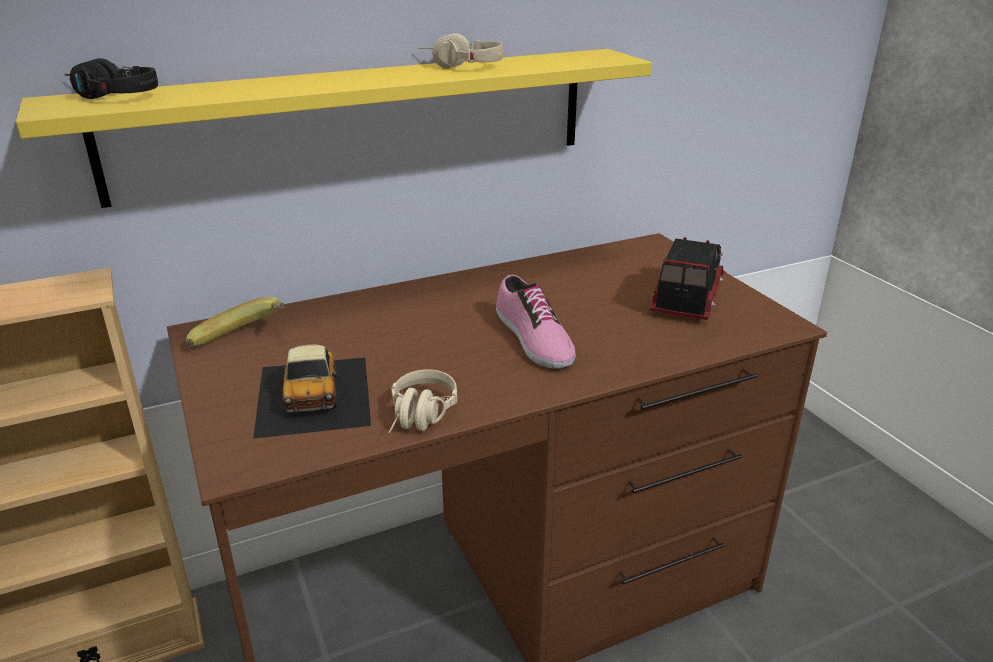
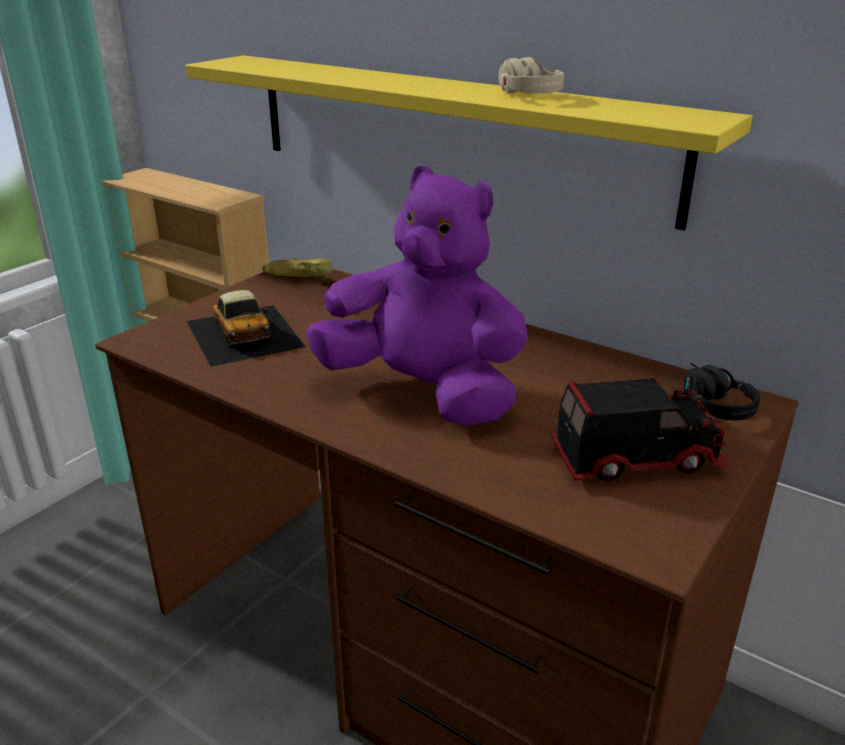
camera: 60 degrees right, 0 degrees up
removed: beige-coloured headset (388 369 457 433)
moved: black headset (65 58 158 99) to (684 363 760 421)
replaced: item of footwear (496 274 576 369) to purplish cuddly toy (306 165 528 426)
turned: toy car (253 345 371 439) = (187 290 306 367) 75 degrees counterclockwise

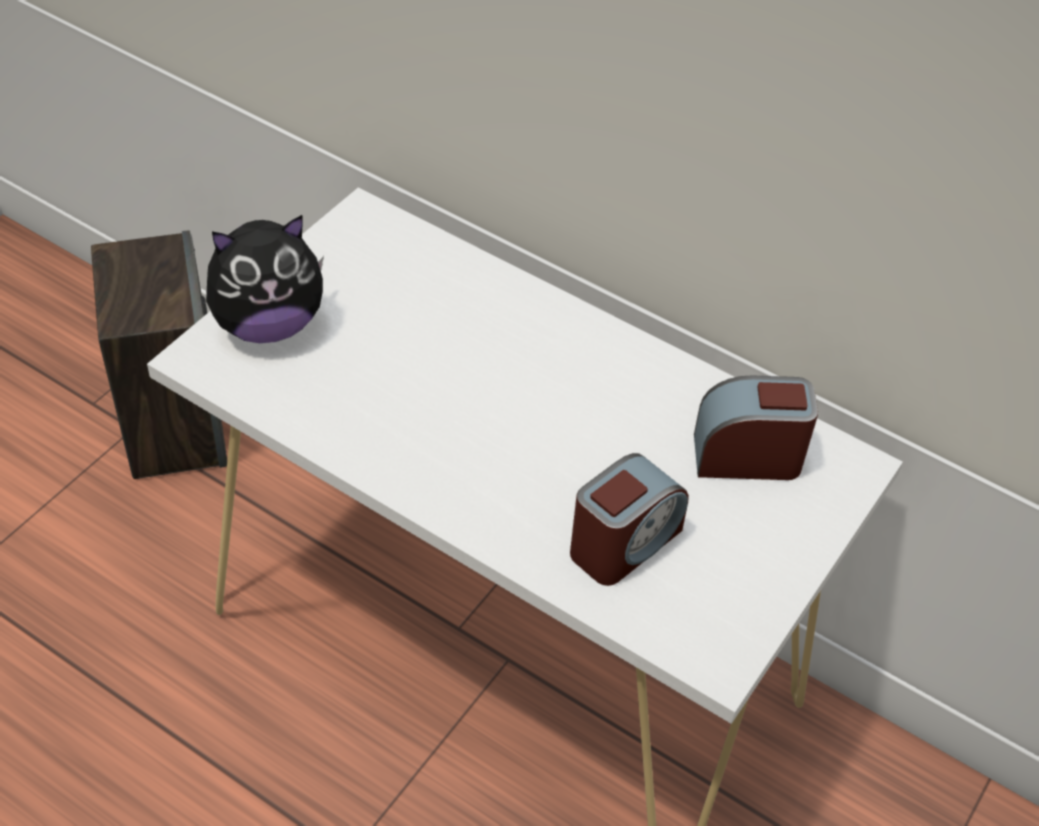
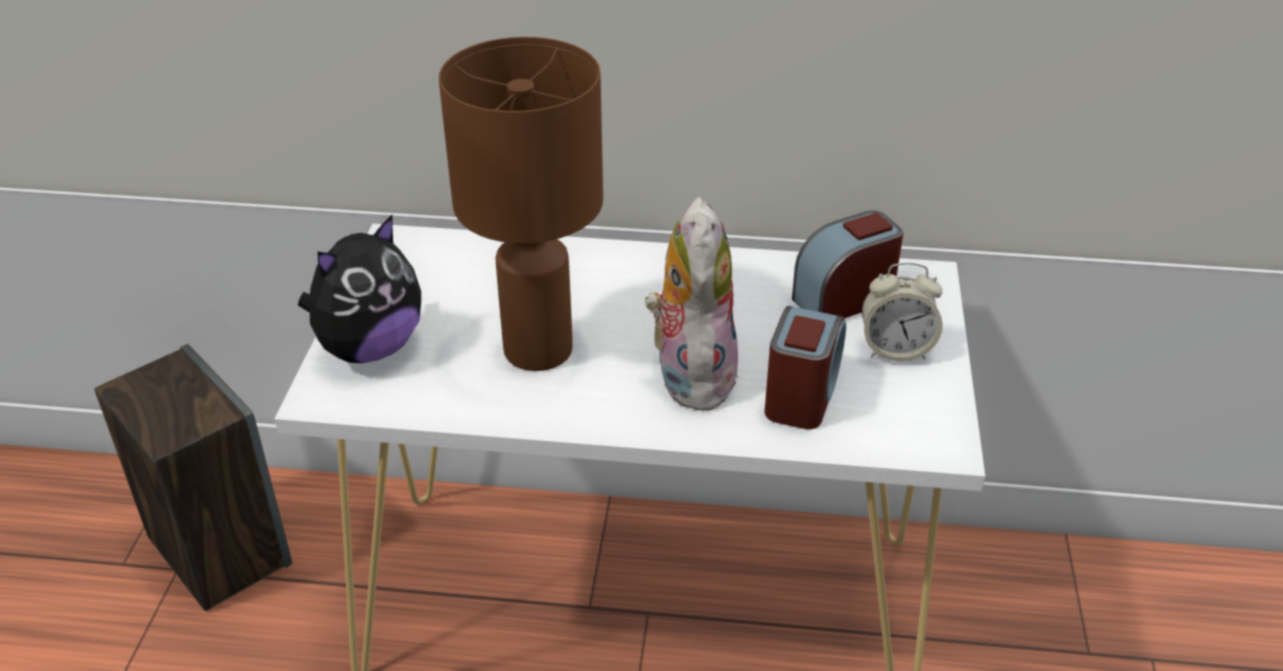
camera: 25 degrees left, 10 degrees down
added: brown tabletop lamp (439 37 603 371); cuddly toy (645 197 738 412); alarm clock (862 262 943 362)

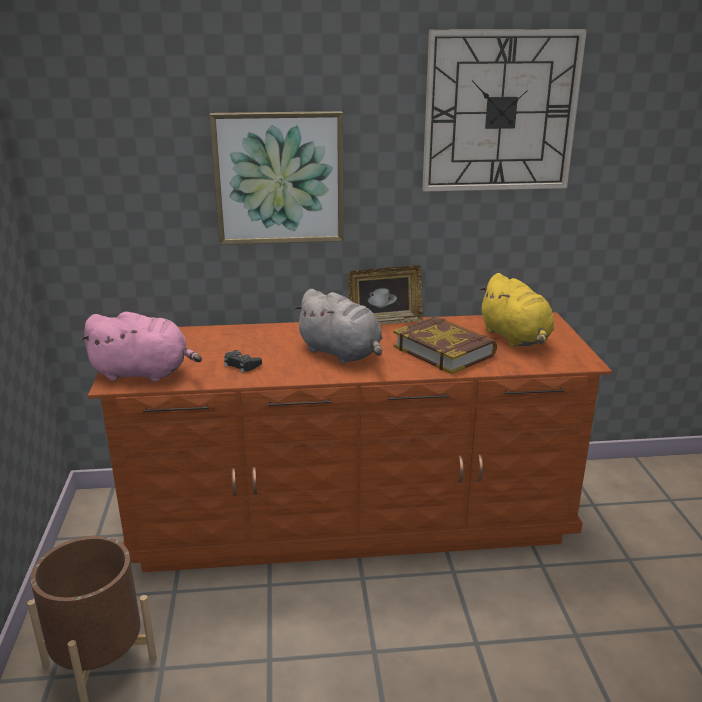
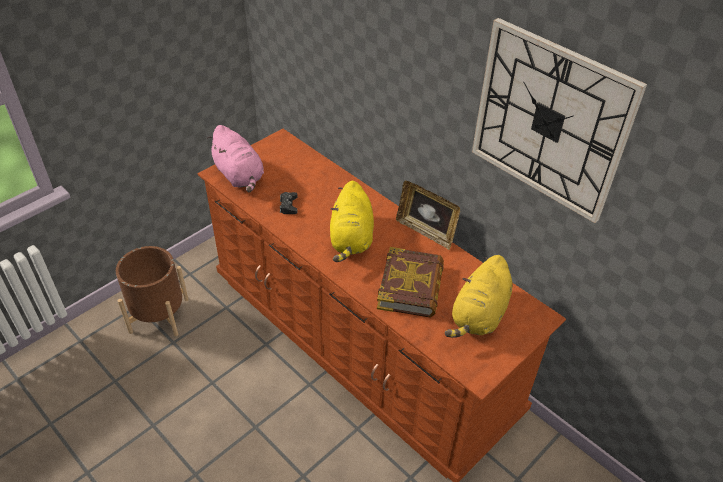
camera: 50 degrees right, 20 degrees up
removed: picture (209 111 344 245)
recoloured: greyish cuddly toy (293 289 382 363) to yellowish cuddly toy (330 181 374 262)

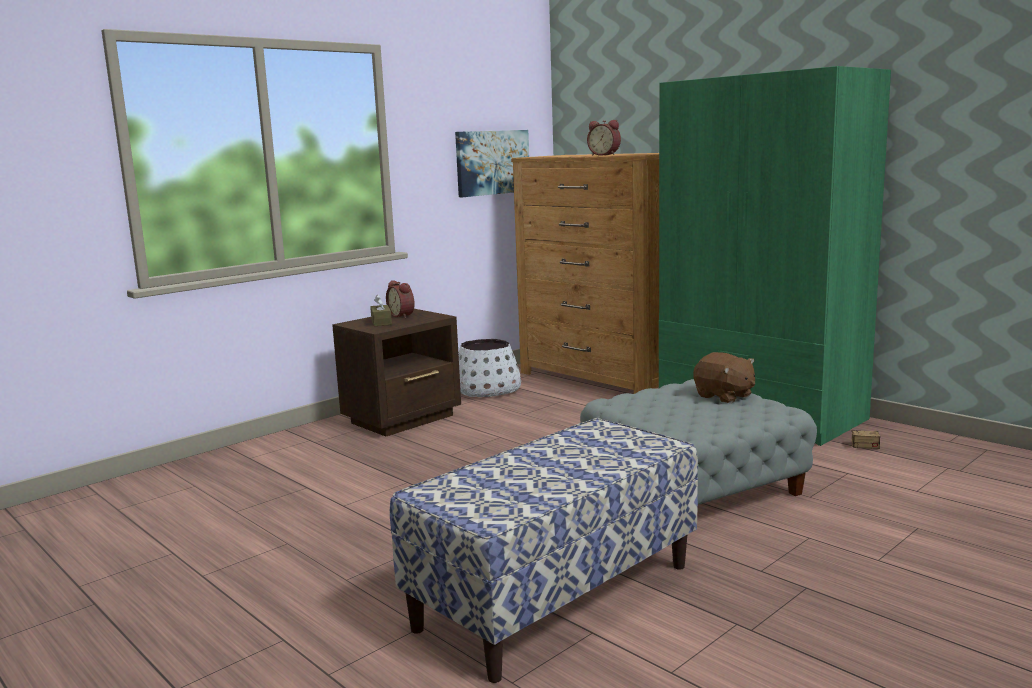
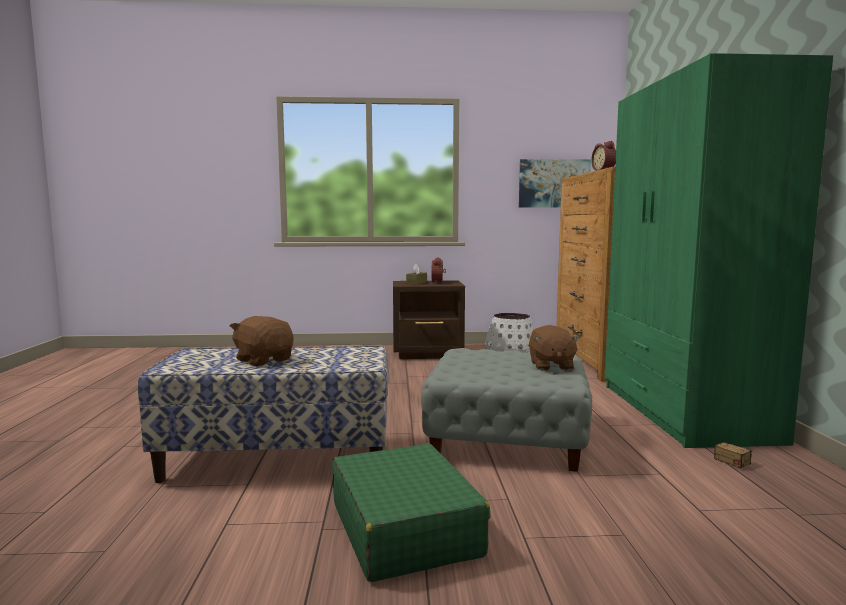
camera: 40 degrees right, 5 degrees down
added: brown cuddly toy (230 316 293 366); green-coloured piece of luggage (332 444 491 582)

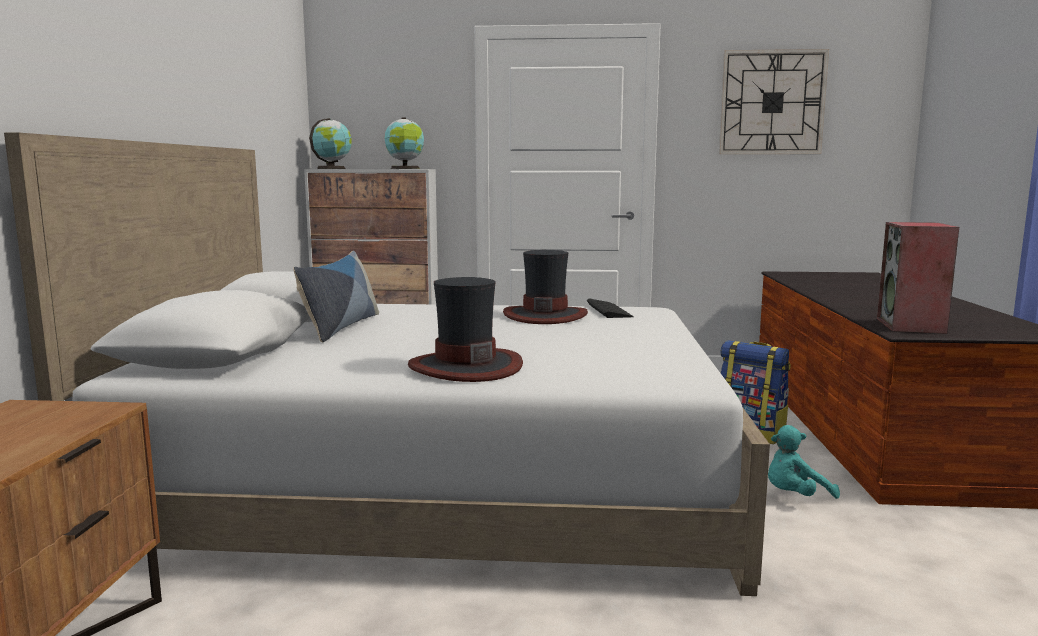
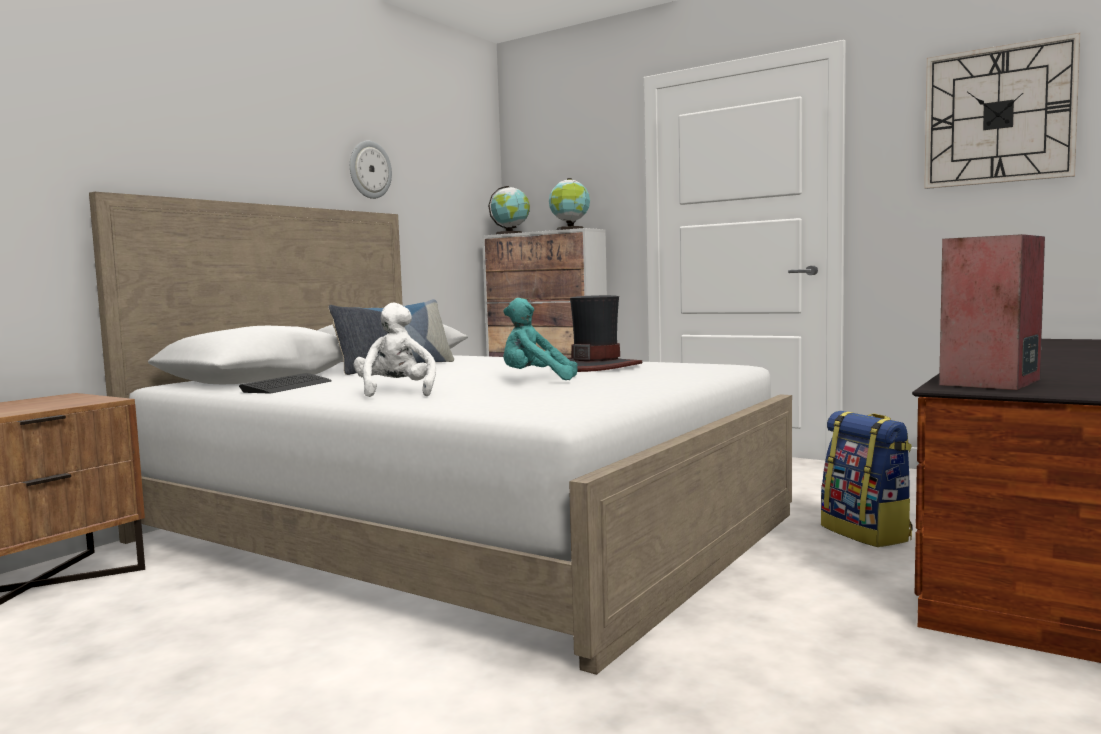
camera: 30 degrees right, 5 degrees down
added: hanging clock (350 141 392 199)
moved: computer keyboard (587 299 634 318) to (239 373 332 393); turquoise cuddly toy (768 425 840 499) to (503 298 578 380)
replaced: wearable hat (408 277 523 382) to whitish cuddly toy (354 302 436 397)

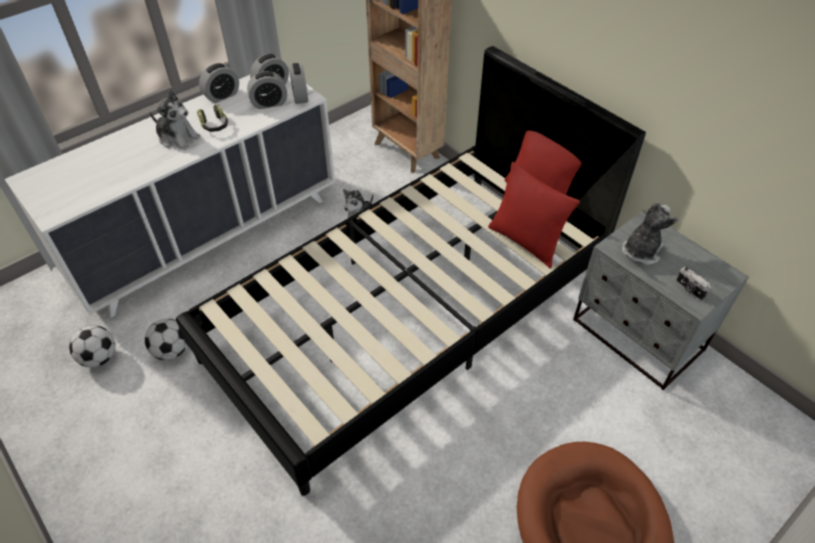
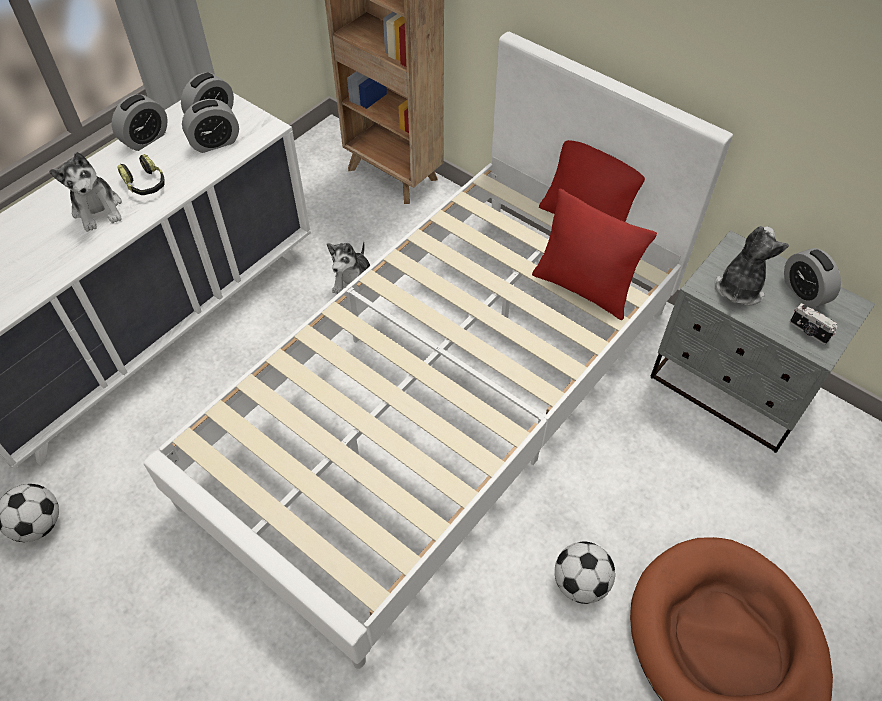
camera: 10 degrees left, 5 degrees up
moved: football ball (144 319 187 360) to (555 541 615 604); alarm clock (289 63 308 104) to (784 248 841 308)
recoloured: black bed (176 46 646 496) to whitish bed (144 32 733 669)
turned: cuddly toy (150 90 201 150) = (49 152 122 232) 45 degrees clockwise

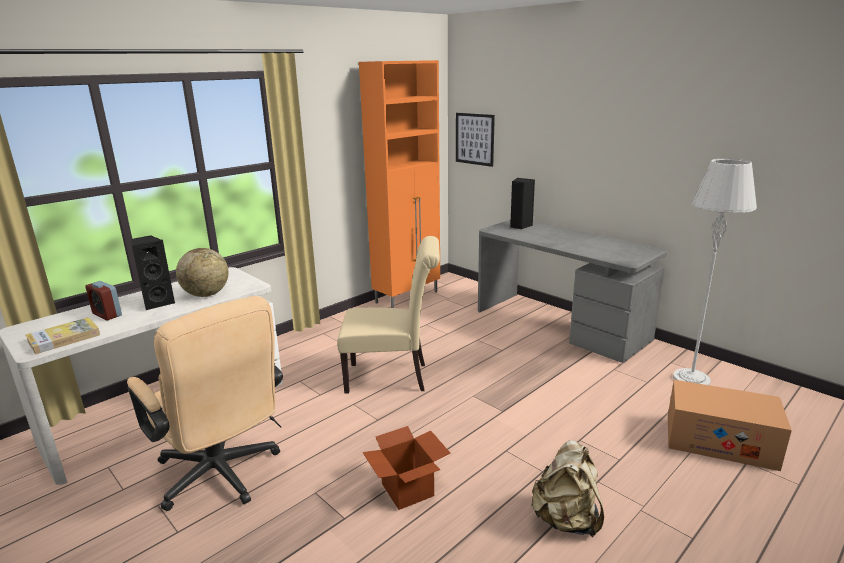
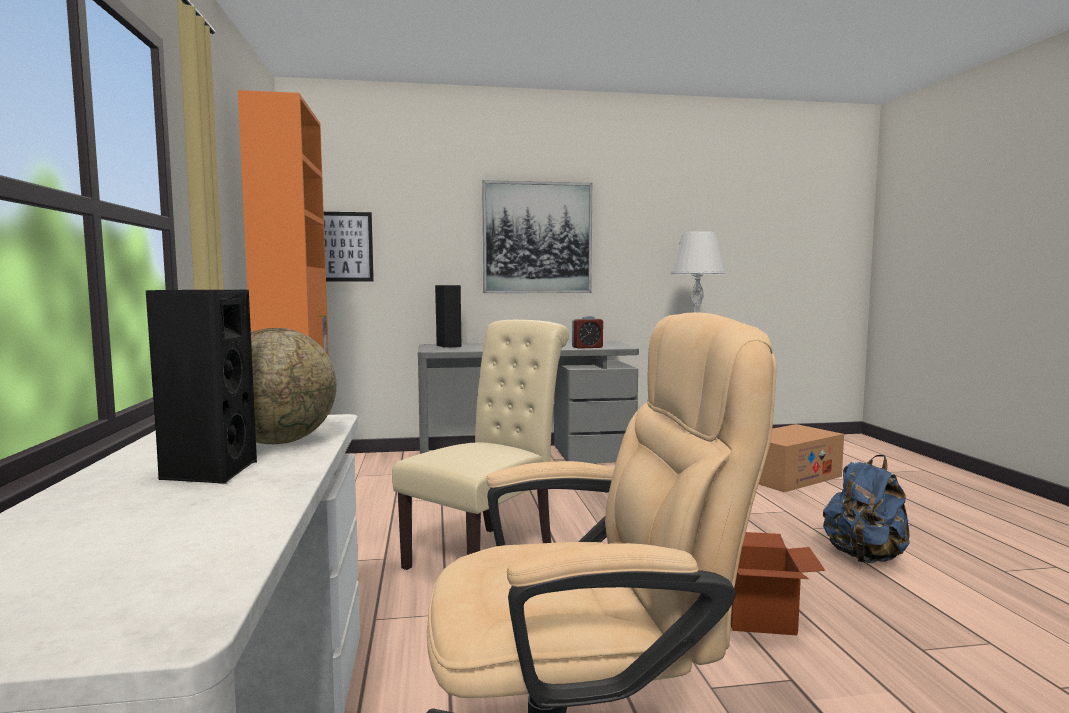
camera: 55 degrees left, 15 degrees down
removed: bound book (26 317 100 354)
added: picture (482 180 592 293)
moved: alarm clock (85 281 122 320) to (572 316 603 349)
recoloured: beige-coloured rucksack (530 440 604 537) to blue-coloured rucksack (823 455 910 563)

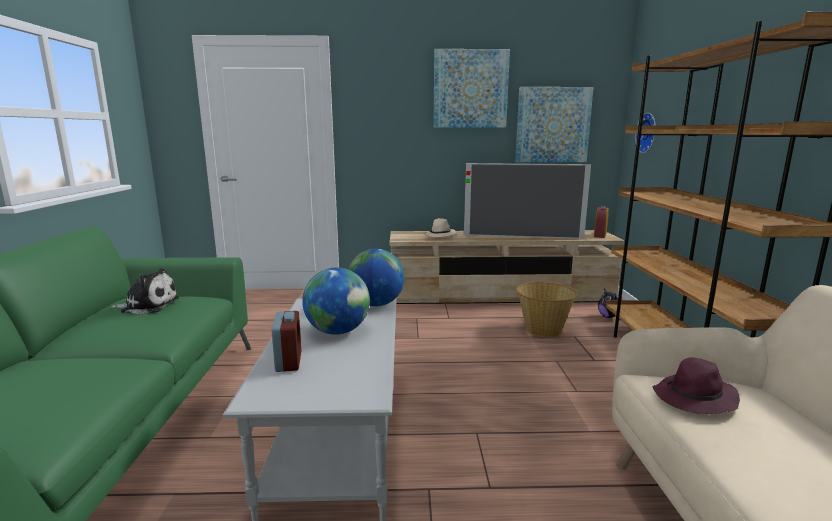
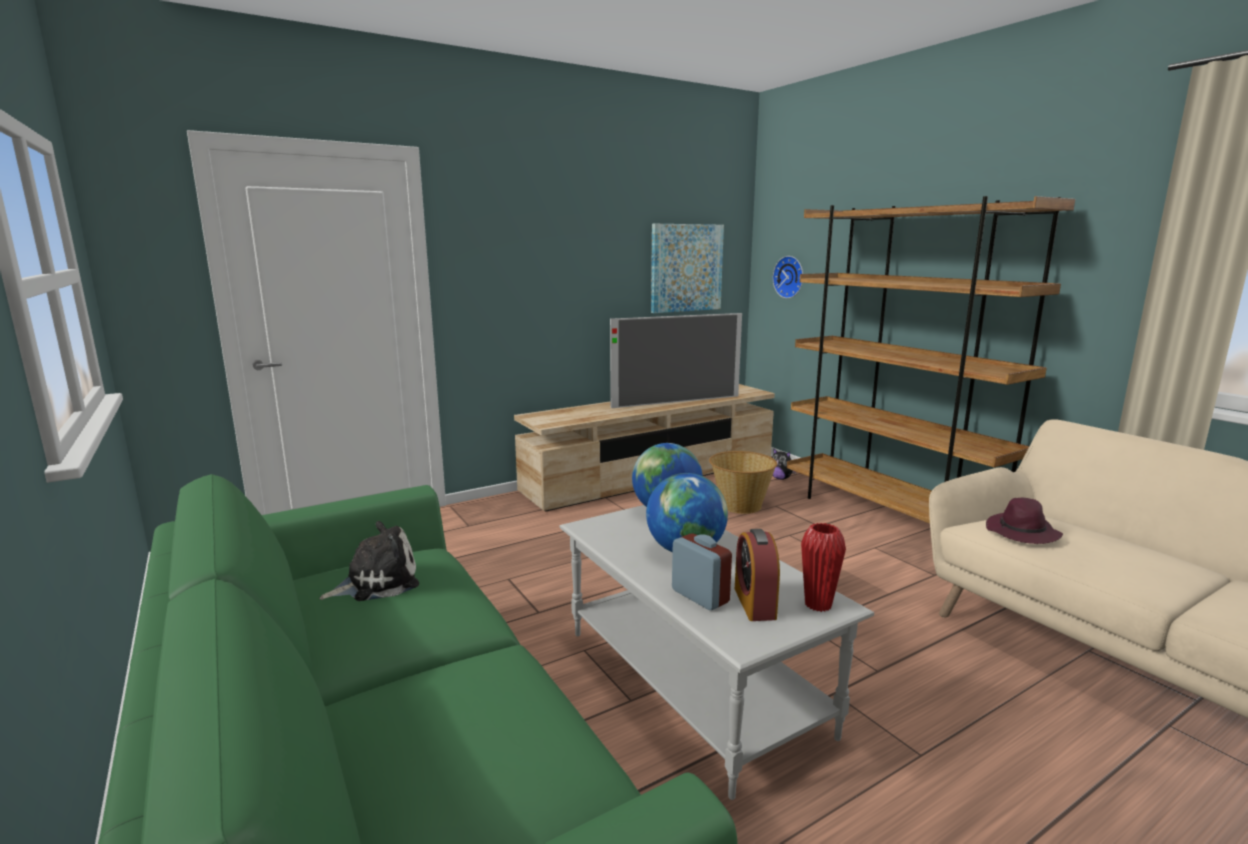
camera: 30 degrees left, 0 degrees up
removed: beige-coloured wearable hat (424 218 456 237); picture (434 49 510 128)
added: red vase (801 523 846 612)
moved: alarm clock (594 206 609 238) to (735 529 780 621)

